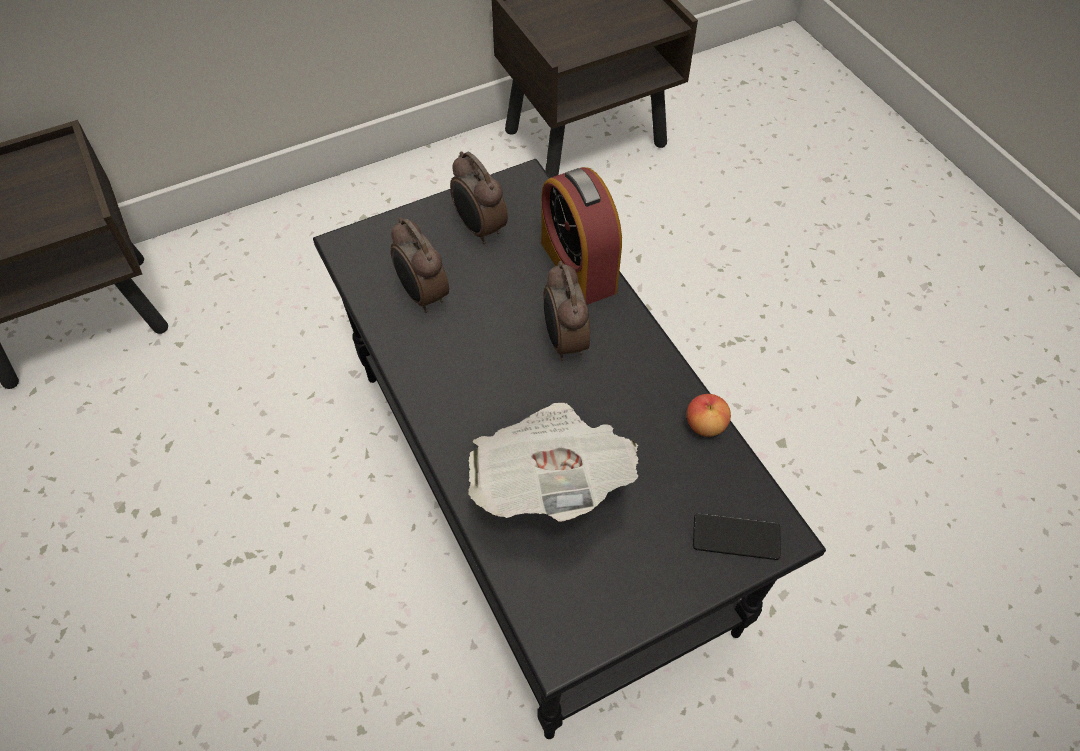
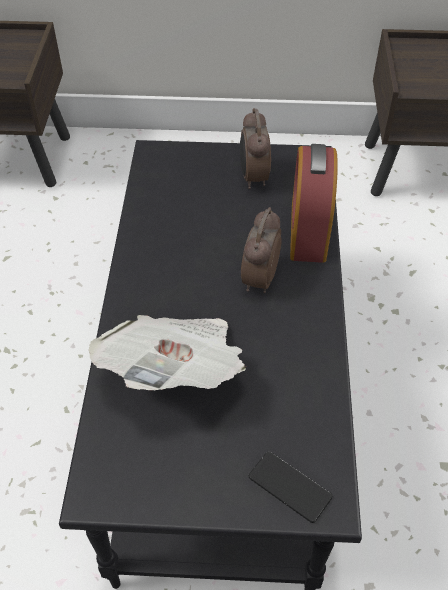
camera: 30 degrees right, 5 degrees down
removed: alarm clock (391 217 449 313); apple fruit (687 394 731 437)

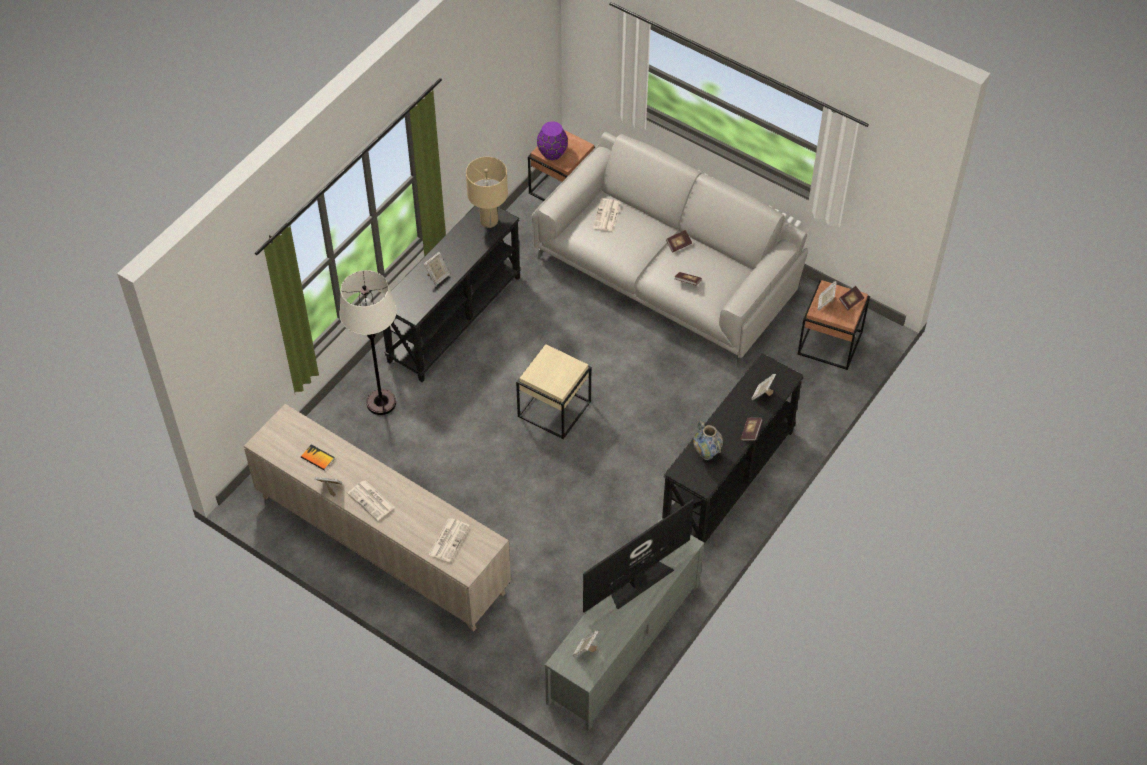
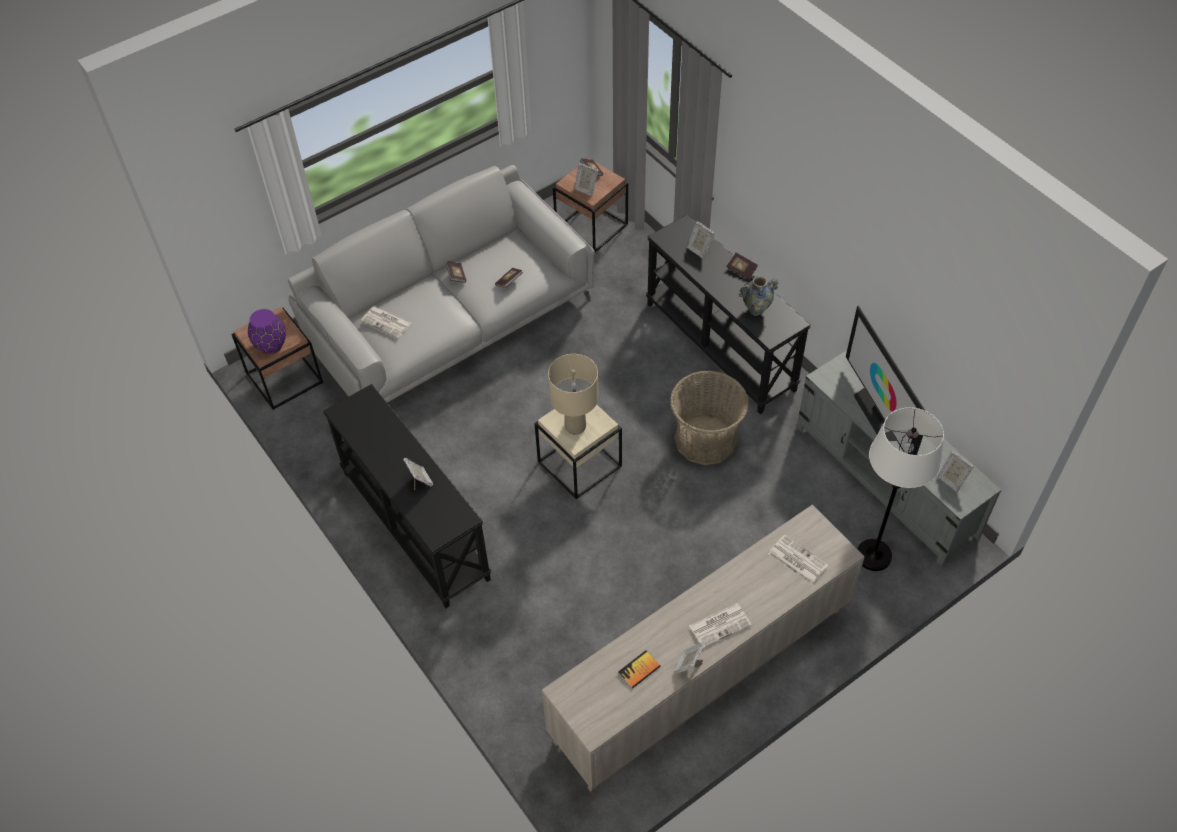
camera: 70 degrees left, 0 degrees up
added: storage basket (670 370 749 465)
moved: beige-coloured tabletop lamp (466 157 508 228) to (548 354 599 435); whitish standing lamp (339 270 397 415) to (857 407 944 571)

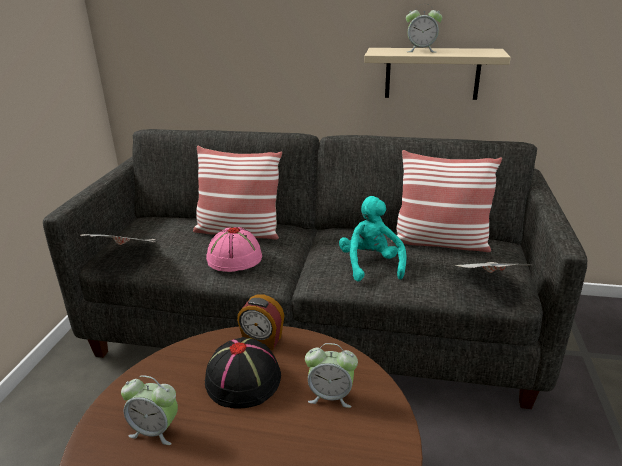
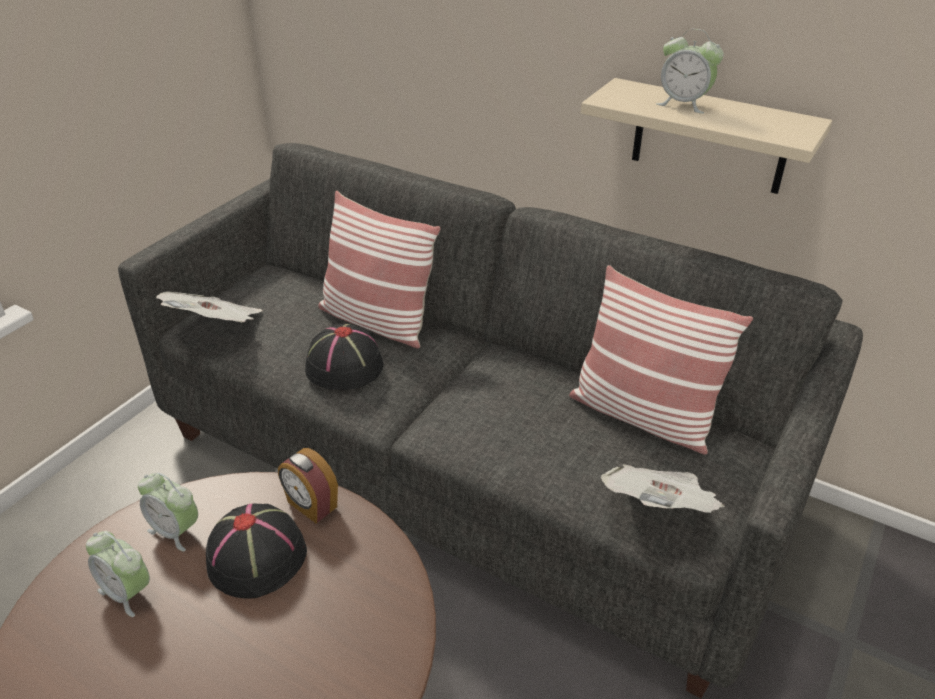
camera: 20 degrees right, 10 degrees up
removed: turquoise cuddly toy (339 196 407 281)
moved: alarm clock (305 343 358 408) to (138 473 198 552)
recoloured: pink-coloured wearable hat (206 227 262 272) to black wearable hat (305 324 383 390)

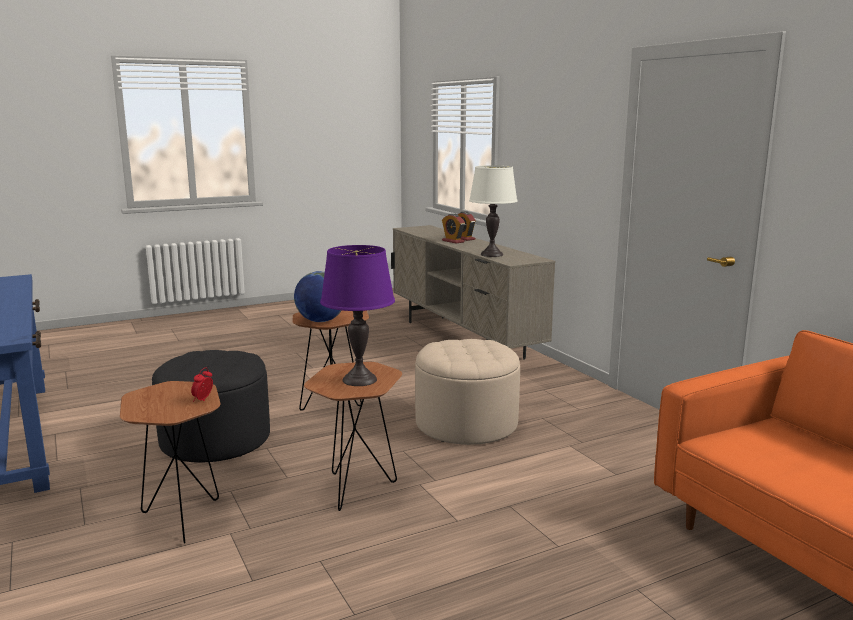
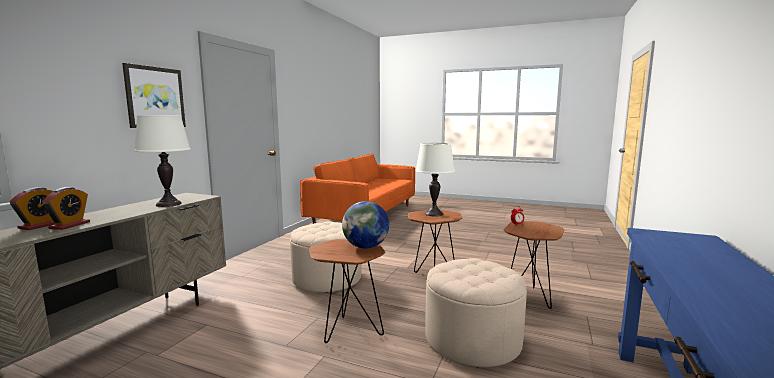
camera: 130 degrees left, 5 degrees down
added: picture (122 63 186 128)
recoloured: purplish tabletop lamp (320 245 395 386) to whitish tabletop lamp (415 143 455 217); black pouffe (152 350 270 463) to beige-coloured pouffe (425 258 527 368)

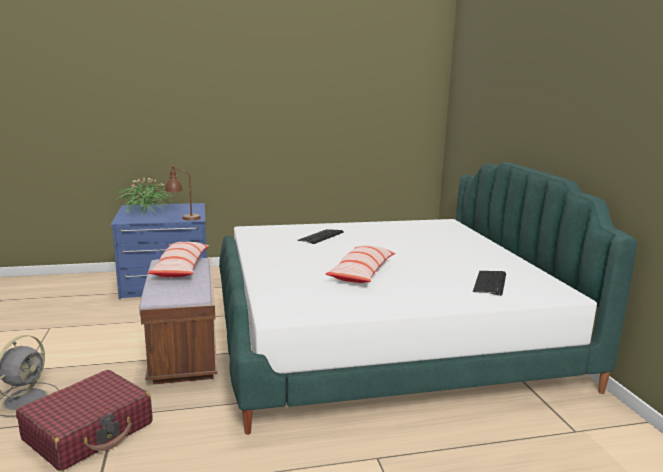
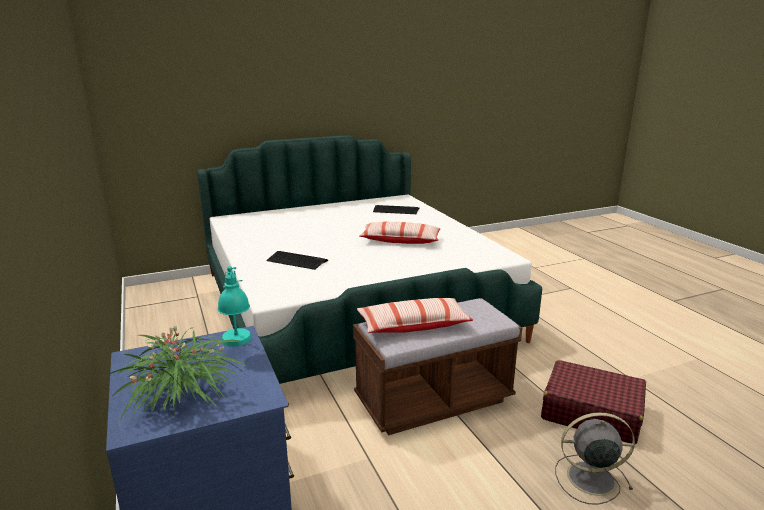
camera: 100 degrees left, 5 degrees up
recoloured: brown tabletop lamp (165 165 201 221) to turquoise tabletop lamp (217 266 252 347)

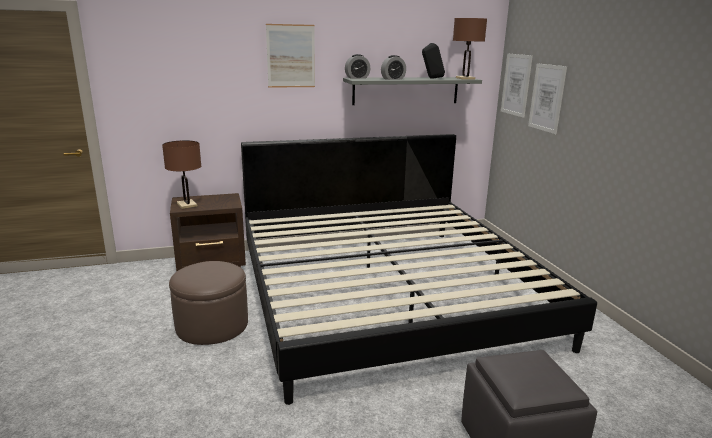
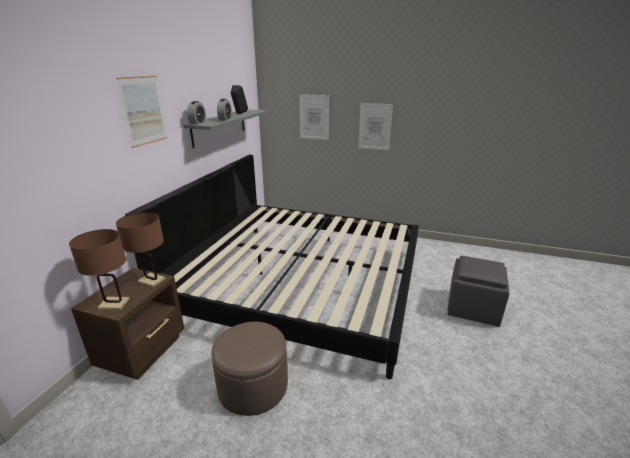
camera: 55 degrees left, 5 degrees up
moved: brown tabletop lamp (453 18 487 79) to (116 212 166 287); picture (501 54 533 118) to (358 103 393 150)

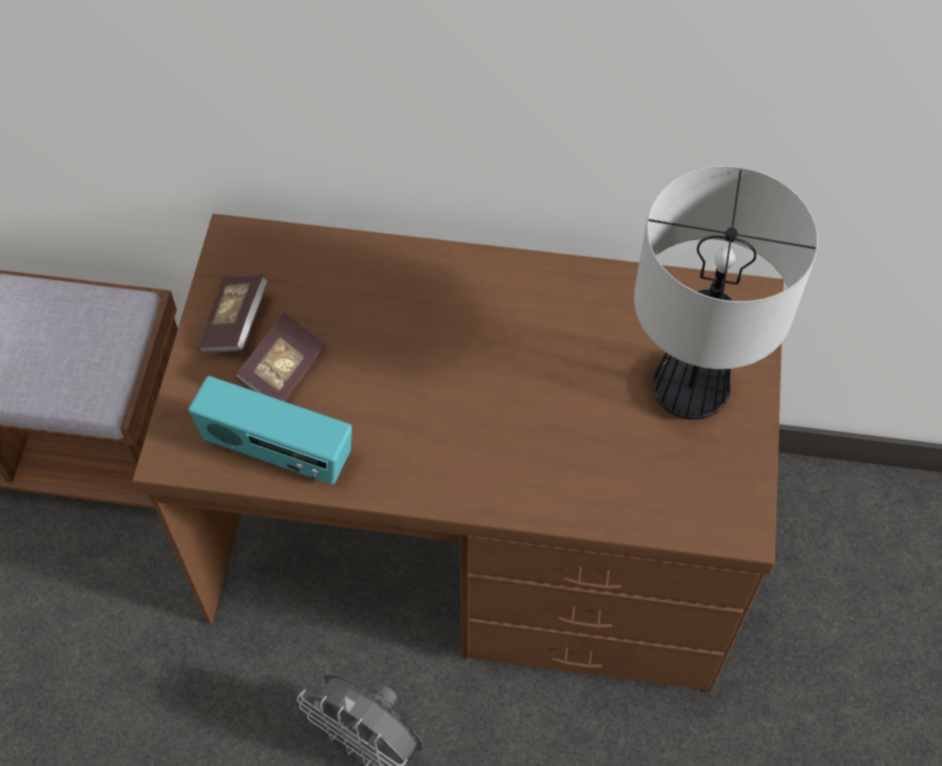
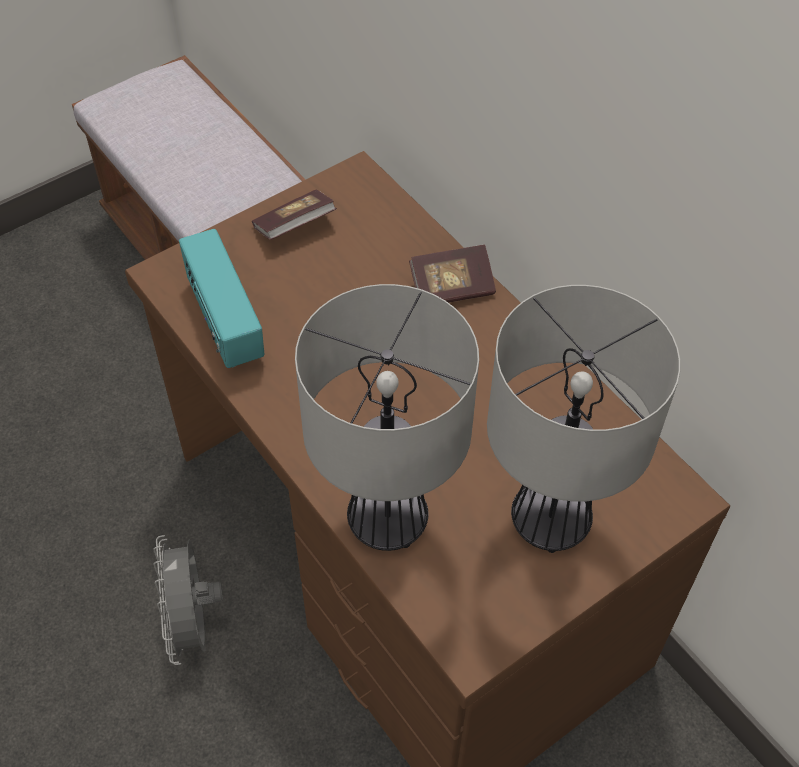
camera: 45 degrees right, 5 degrees down
added: tabletop lamp (295 284 479 551)
moved: bound book (235 312 325 401) to (409 245 496 303)

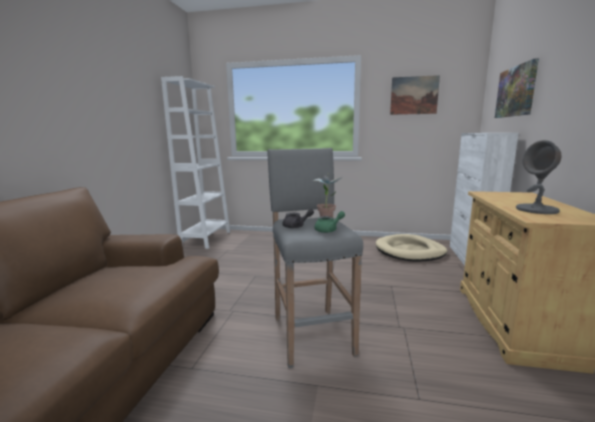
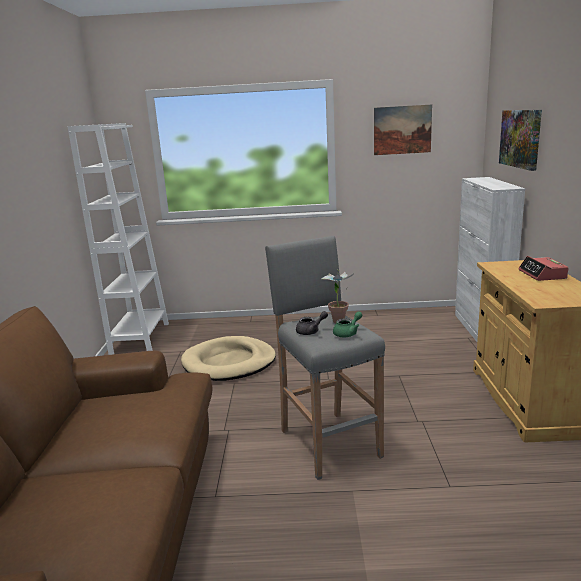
camera: 10 degrees left, 5 degrees up
removed: greyish tabletop lamp (516 140 562 214)
added: alarm clock (518 256 569 281)
moved: beige-coloured pet bed (376 234 447 262) to (181 336 276 381)

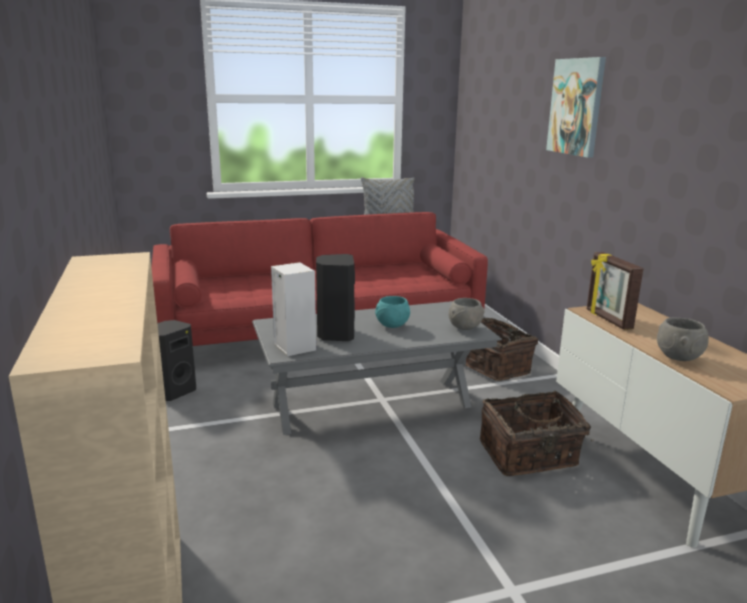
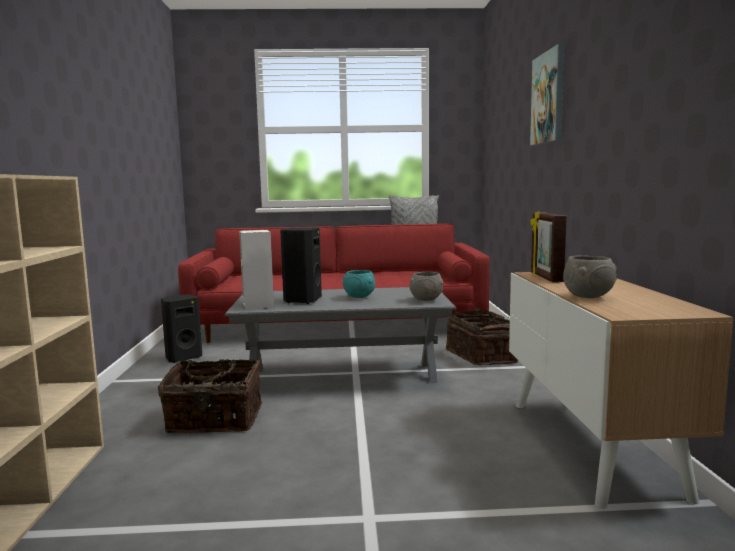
camera: 15 degrees right, 10 degrees down
moved: storage basket (480 391 594 476) to (158 359 262 433)

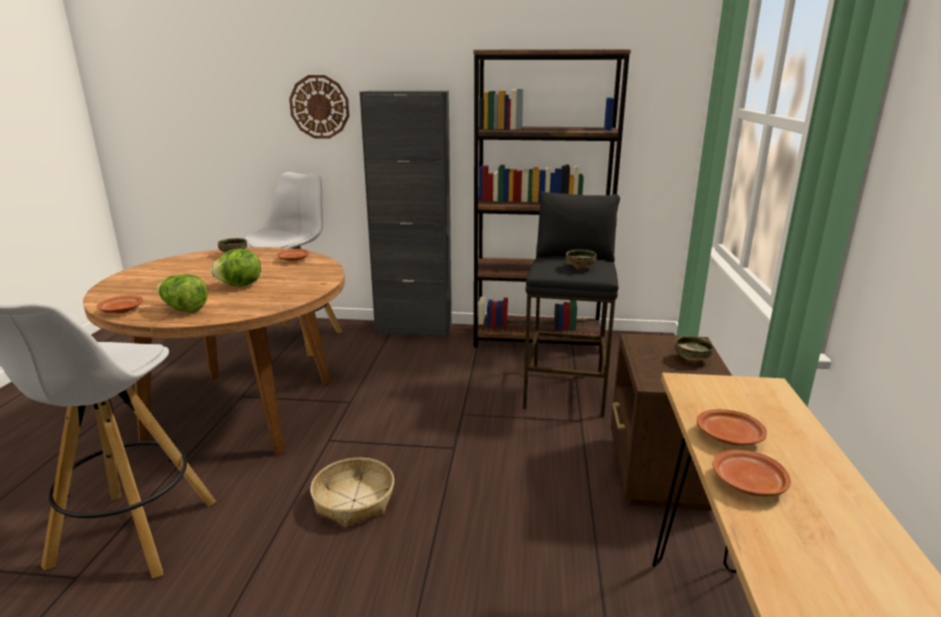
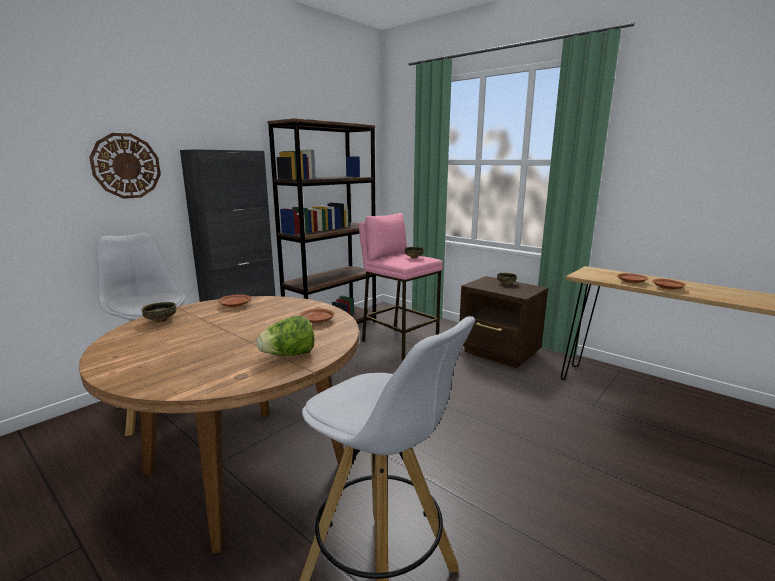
camera: 55 degrees left, 5 degrees down
removed: head of lettuce (210 249 261 287); storage basket (310 458 394 527)
moved: brown dinner plate (96 296 143 314) to (300 308 334 323)
recoloured: black stool seat (523 191 620 417) to pink-coloured stool seat (358 213 443 361)

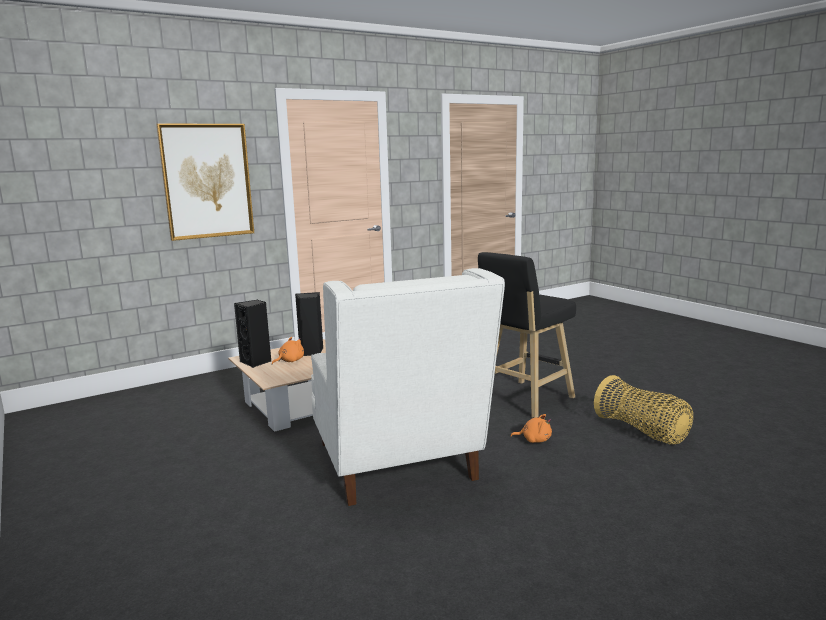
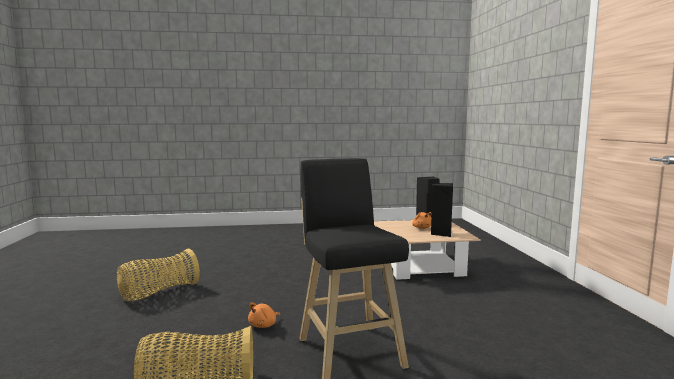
camera: 115 degrees right, 5 degrees down
removed: picture (157 124 254 241); whitish easy chair (311 268 505 506)
added: storage basket (117 248 200 301)

